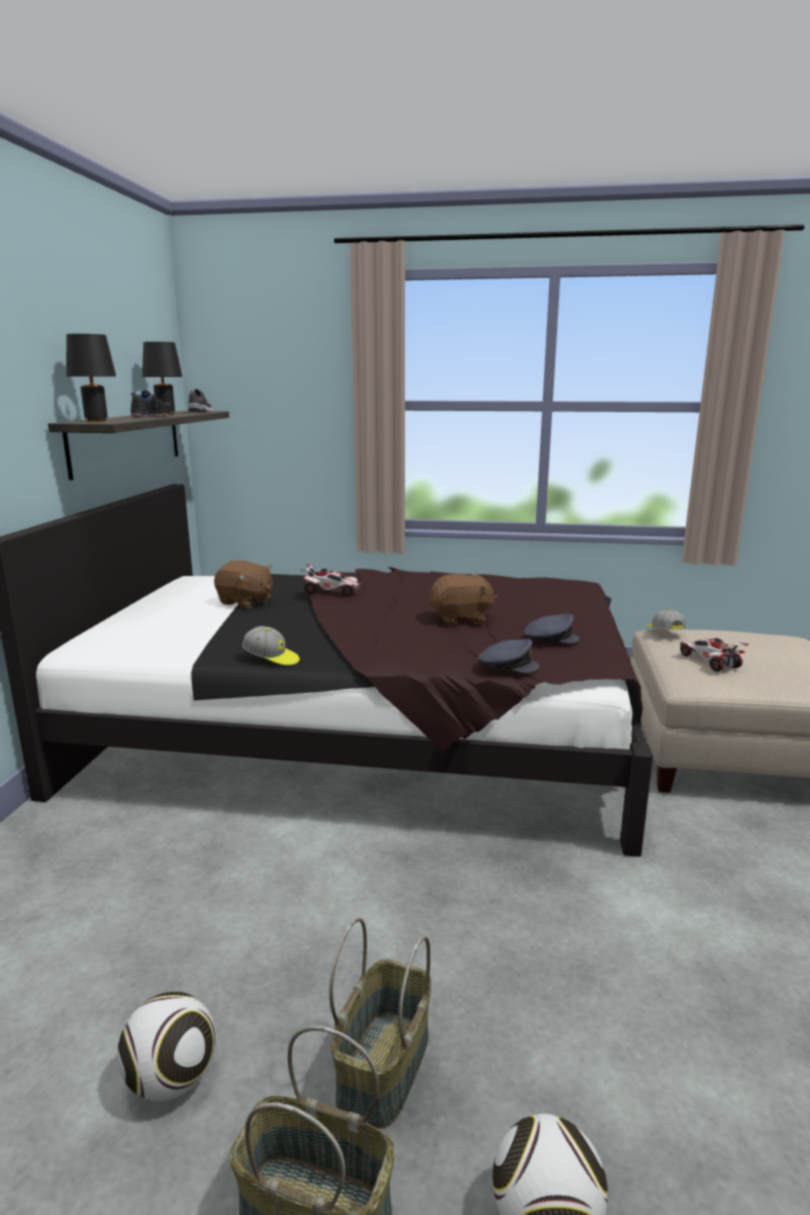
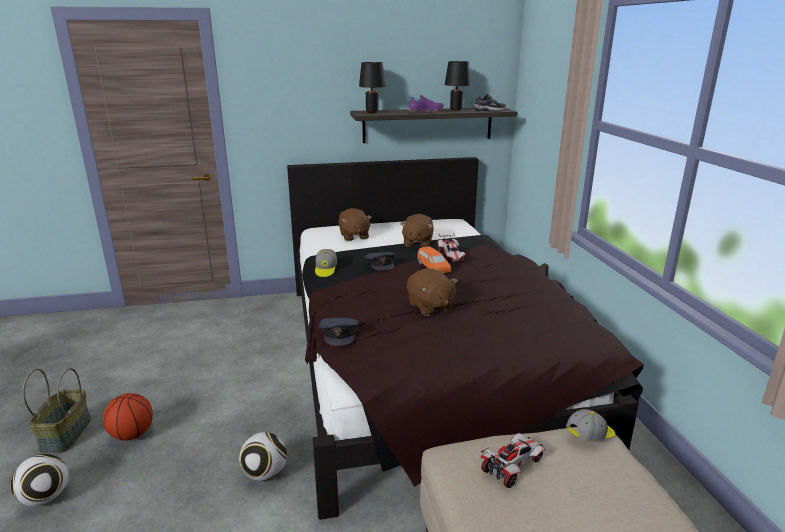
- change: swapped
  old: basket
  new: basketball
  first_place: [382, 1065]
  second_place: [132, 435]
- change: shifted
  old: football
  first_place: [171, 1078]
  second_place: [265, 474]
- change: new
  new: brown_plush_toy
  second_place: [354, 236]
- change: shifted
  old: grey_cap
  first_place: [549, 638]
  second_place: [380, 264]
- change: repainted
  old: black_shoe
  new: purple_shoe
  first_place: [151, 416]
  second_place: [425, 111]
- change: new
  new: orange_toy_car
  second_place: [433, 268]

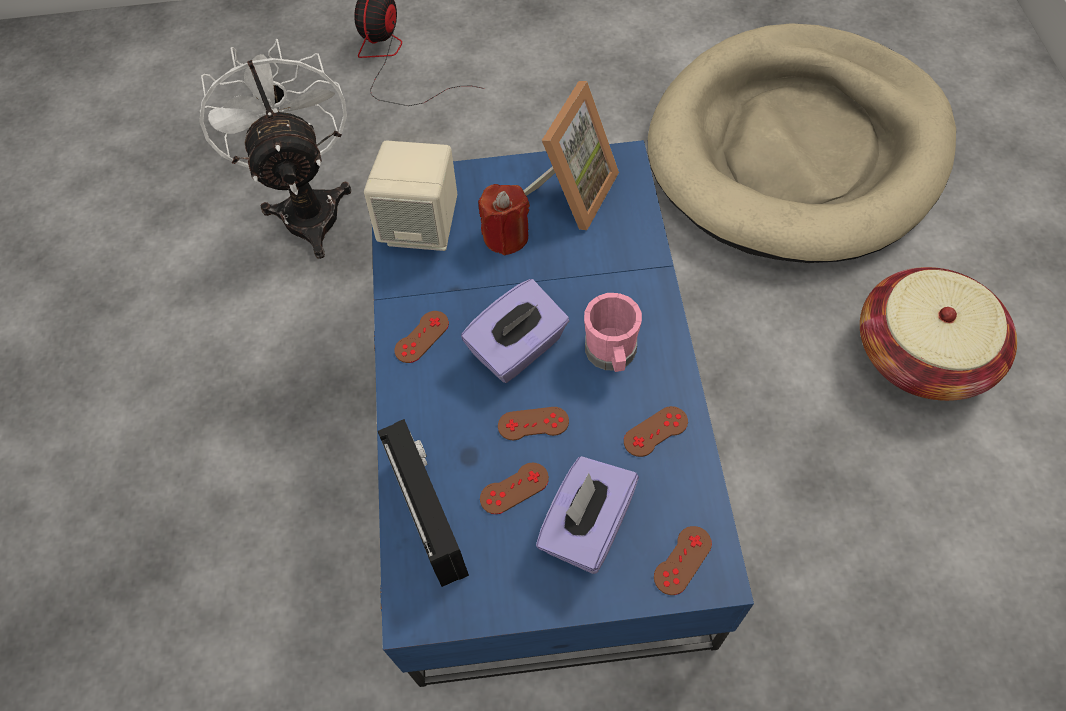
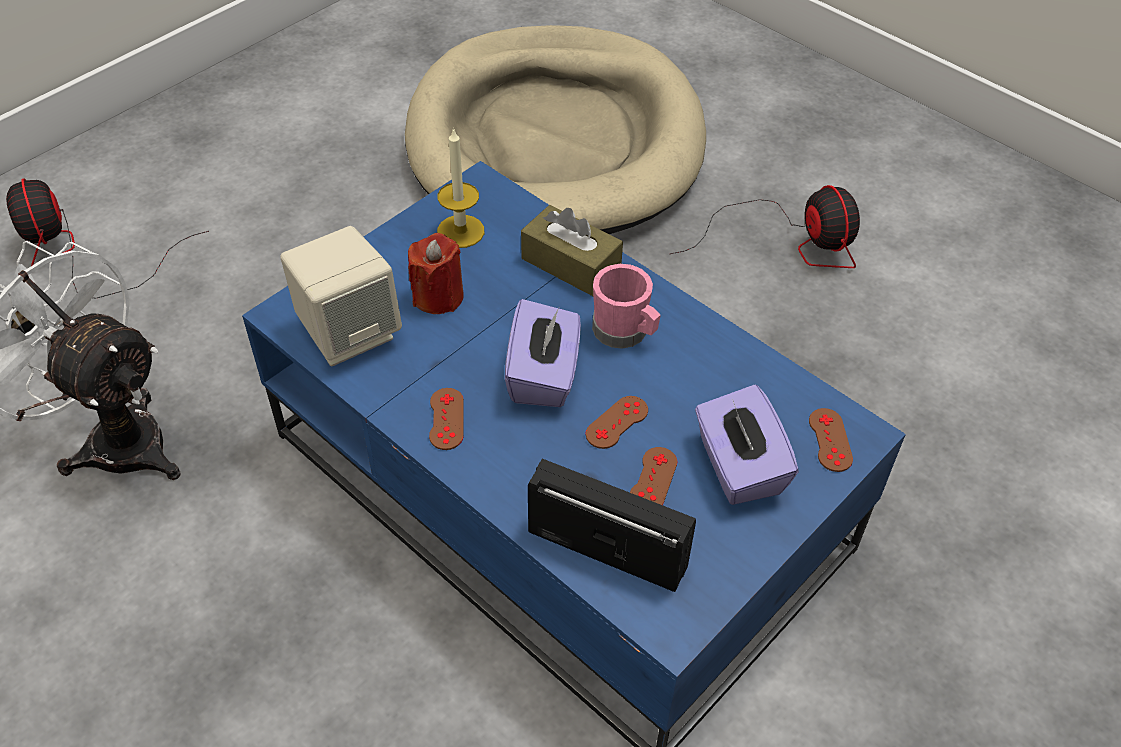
- change: swapped
  old: picture_frame
  new: candle
  first_place: [571, 192]
  second_place: [460, 231]
- change: new
  new: brown_tissue_box
  second_place: [571, 264]
- change: swapped
  old: basket
  new: fan
  first_place: [920, 355]
  second_place: [790, 241]
- change: gone
  old: brown_game_controller
  first_place: [655, 431]

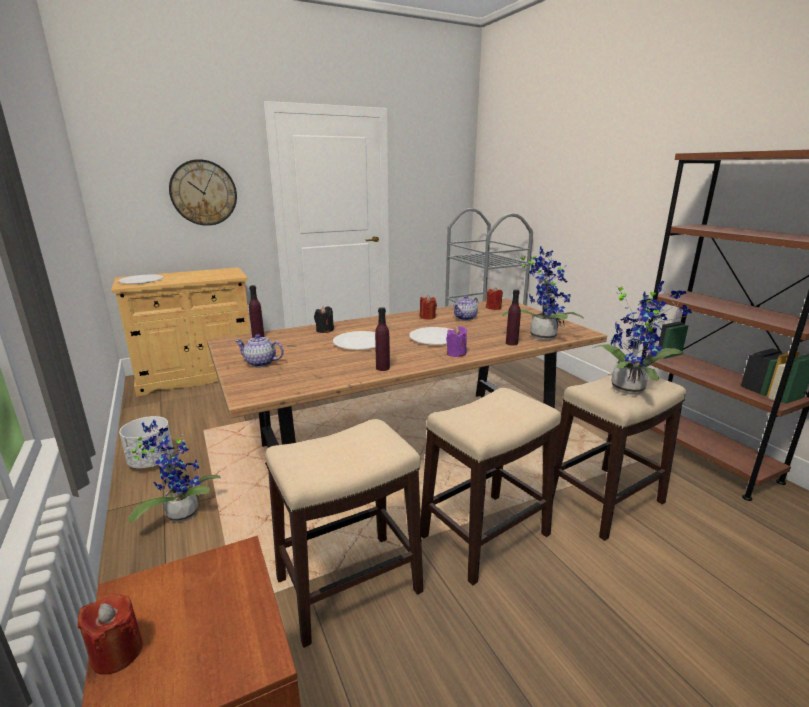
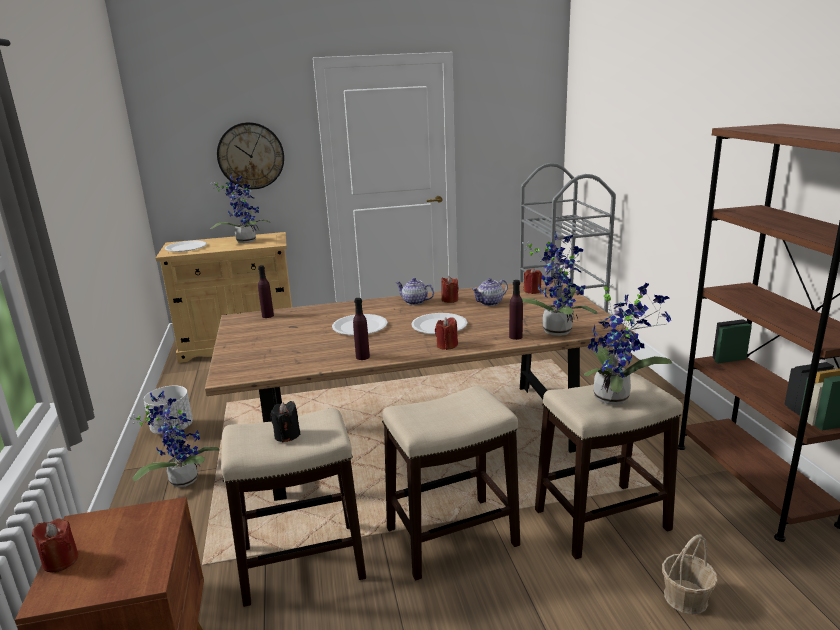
- change: new
  new: potted_plant
  second_place: [245, 240]
- change: shifted
  old: black_candle
  first_place: [324, 330]
  second_place: [287, 435]
- change: shifted
  old: teapot
  first_place: [260, 363]
  second_place: [414, 302]
- change: repainted
  old: purple_candle
  new: red_candle
  first_place: [456, 353]
  second_place: [447, 345]
- change: new
  new: basket
  second_place: [686, 598]

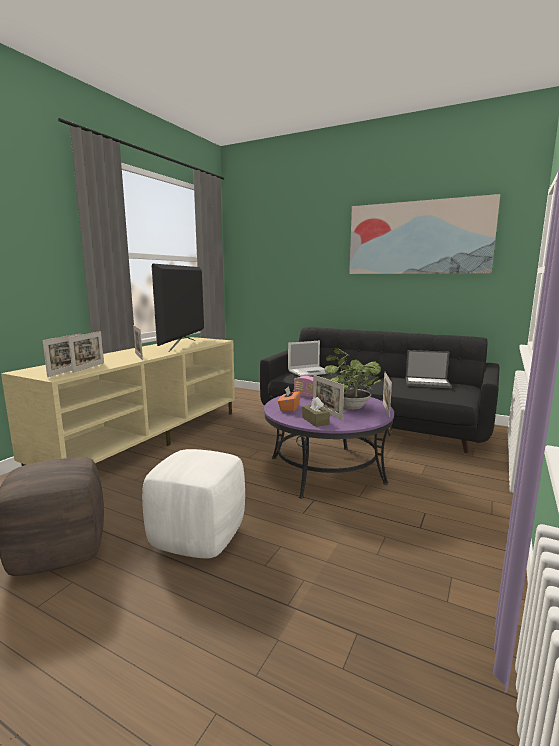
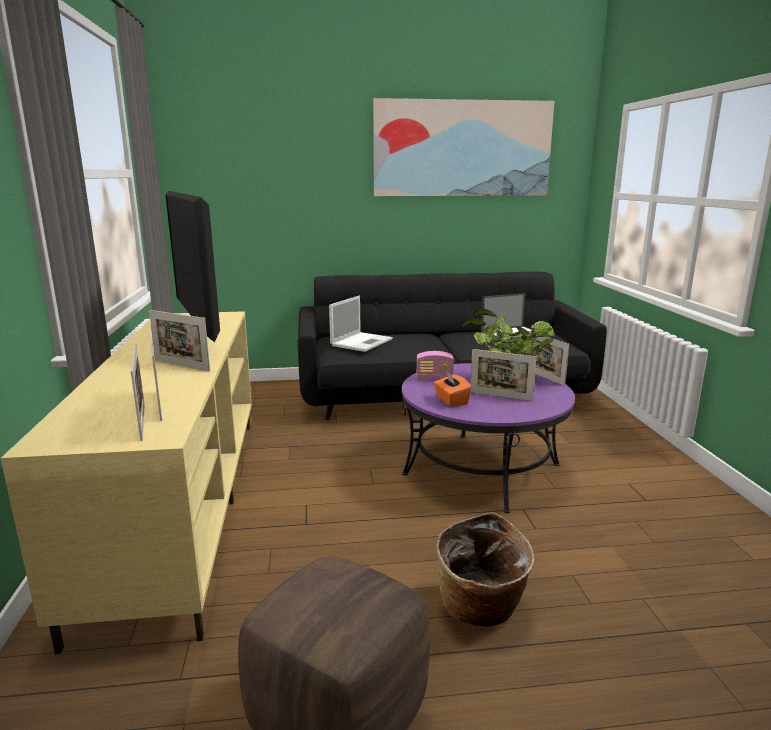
- change: swapped
  old: white_ottoman
  new: basket
  first_place: [198, 538]
  second_place: [481, 609]
- change: gone
  old: brown_tissue_box
  first_place: [315, 421]

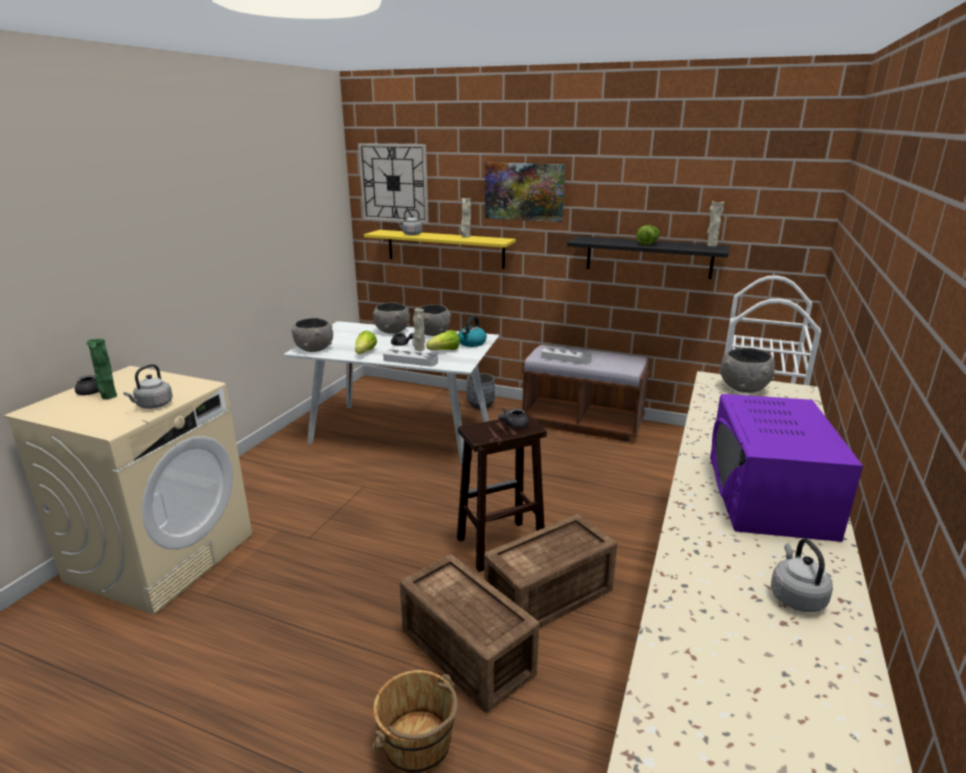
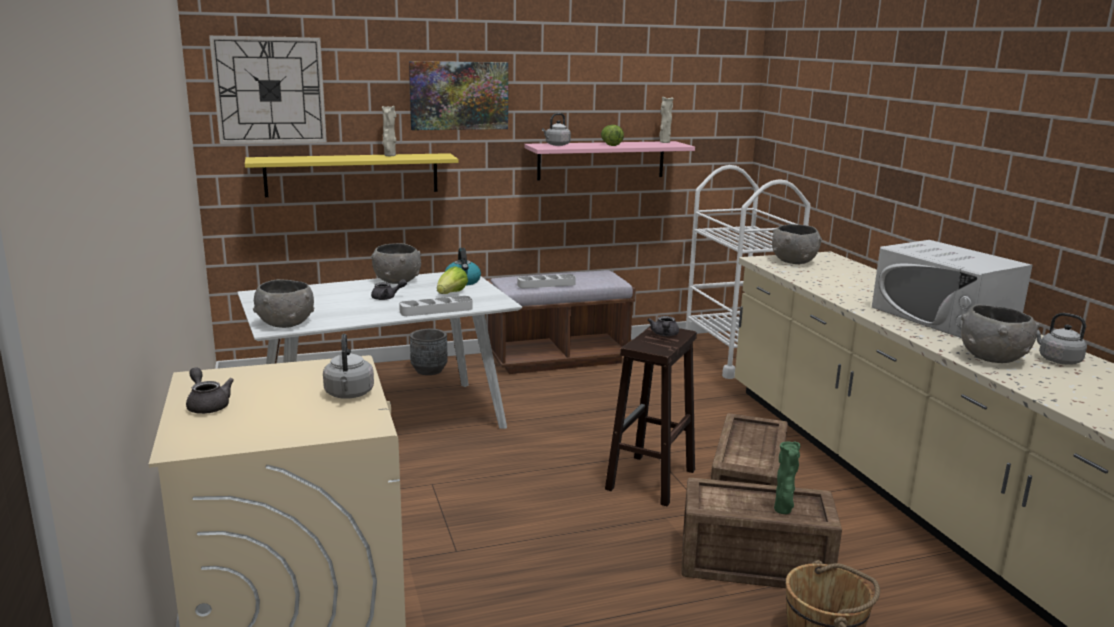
- change: repainted
  old: black_shelf
  new: pink_shelf
  first_place: [648, 257]
  second_place: [601, 160]
- change: shifted
  old: grey_kettle
  first_place: [411, 234]
  second_place: [556, 145]
- change: shifted
  old: green_vase
  first_place: [108, 397]
  second_place: [783, 511]
- change: repainted
  old: purple_microwave
  new: white_microwave
  first_place: [768, 495]
  second_place: [943, 318]
- change: shifted
  old: grey_bowl
  first_place: [392, 331]
  second_place: [993, 358]
- change: gone
  old: lettuce
  first_place: [365, 352]
- change: gone
  old: beige_vase
  first_place: [419, 349]

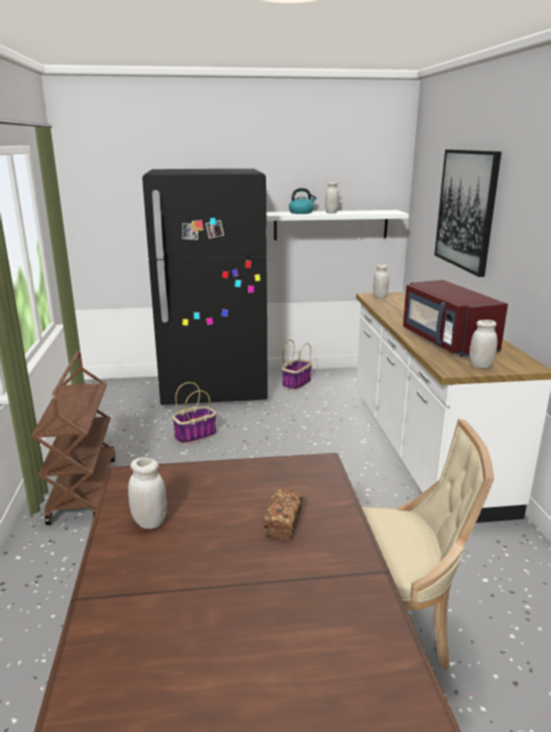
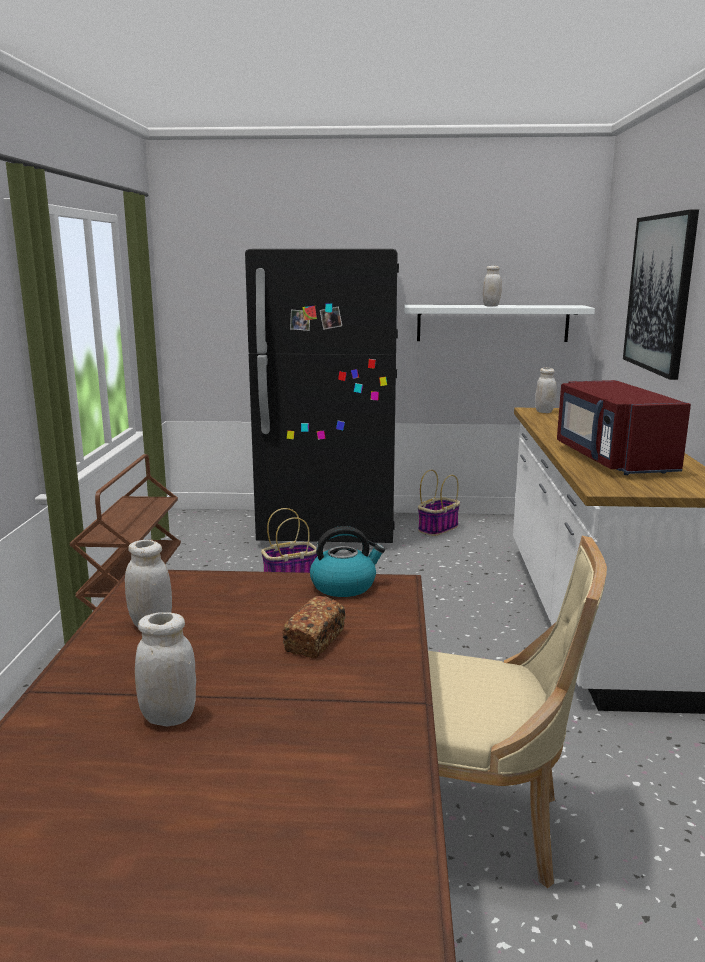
- change: shifted
  old: white_jar
  first_place: [480, 366]
  second_place: [169, 717]
- change: shifted
  old: kettle
  first_place: [301, 212]
  second_place: [344, 586]

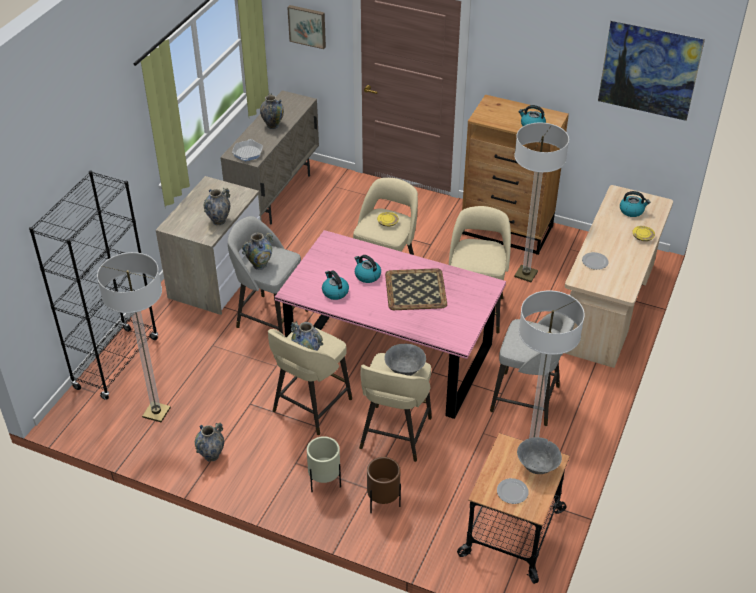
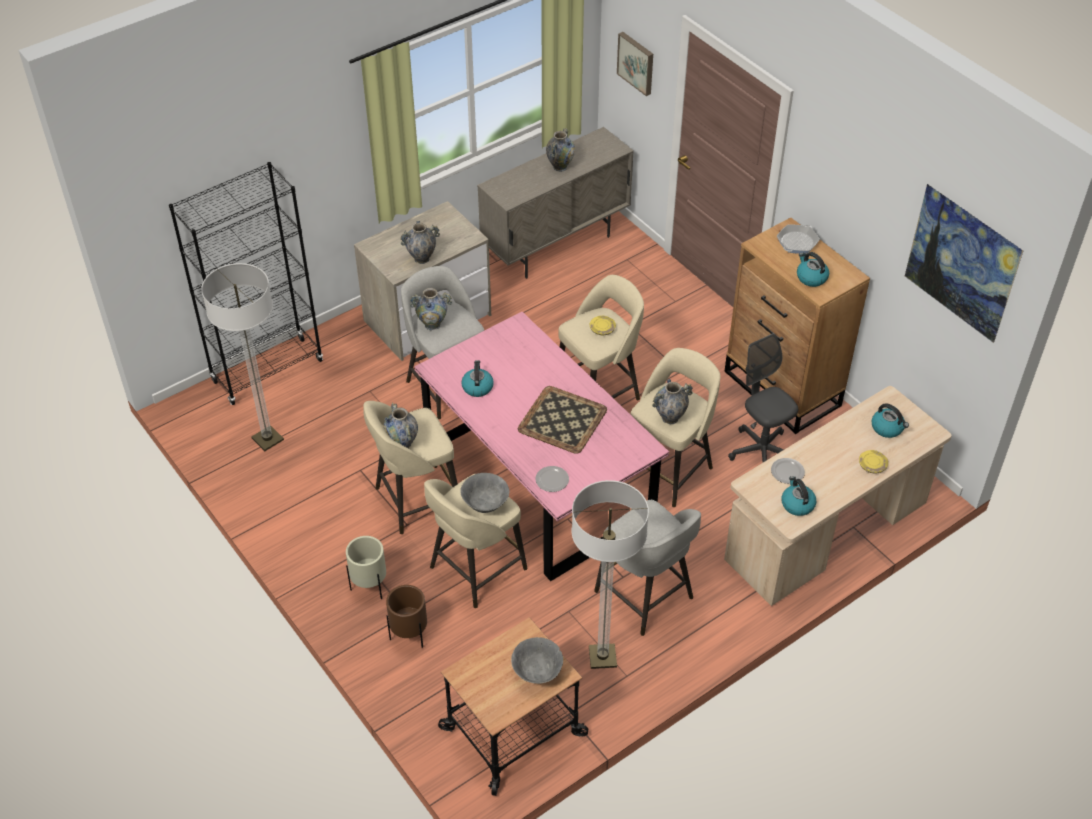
- change: shifted
  old: plate
  first_place: [511, 492]
  second_place: [551, 479]
- change: shifted
  old: vase
  first_place: [211, 456]
  second_place: [670, 418]
- change: swapped
  old: floor_lamp
  new: grey_office_chair
  first_place: [526, 274]
  second_place: [761, 452]
- change: shifted
  old: frying_pan
  first_place: [247, 153]
  second_place: [797, 242]
- change: shifted
  old: kettle
  first_place: [367, 275]
  second_place: [797, 504]

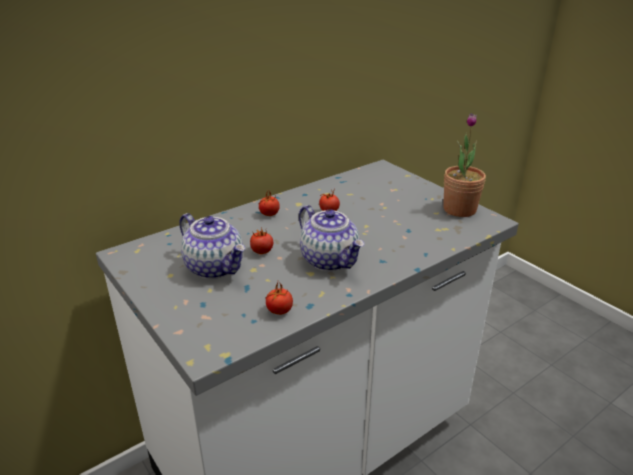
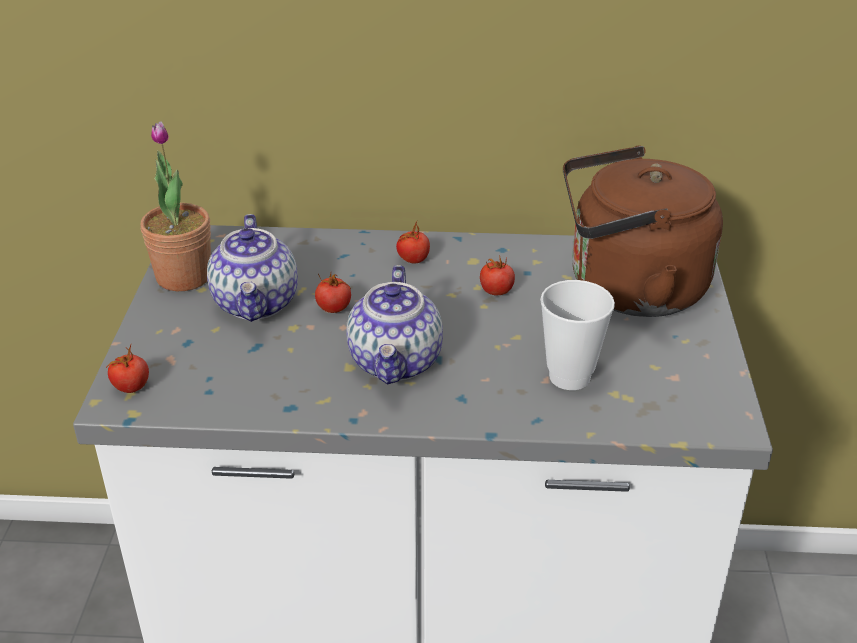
- change: shifted
  old: tomato
  first_place: [279, 311]
  second_place: [131, 387]
- change: shifted
  old: potted_plant
  first_place: [459, 209]
  second_place: [184, 277]
- change: new
  new: cup
  second_place: [569, 377]
- change: new
  new: brown_kettle
  second_place: [628, 290]

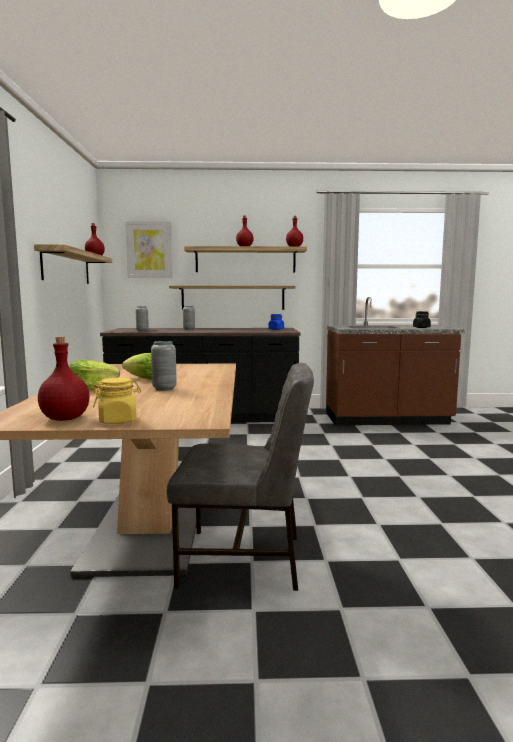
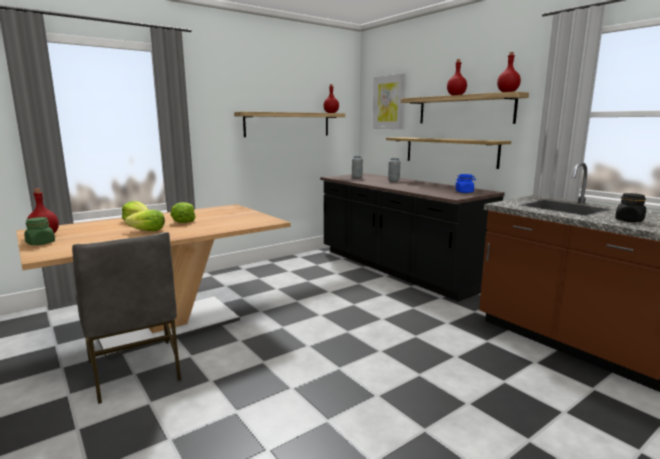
- change: repainted
  old: yellow_jar
  new: green_jar
  first_place: [118, 420]
  second_place: [41, 243]
- change: swapped
  old: grey_vase
  new: lettuce
  first_place: [164, 389]
  second_place: [148, 231]

